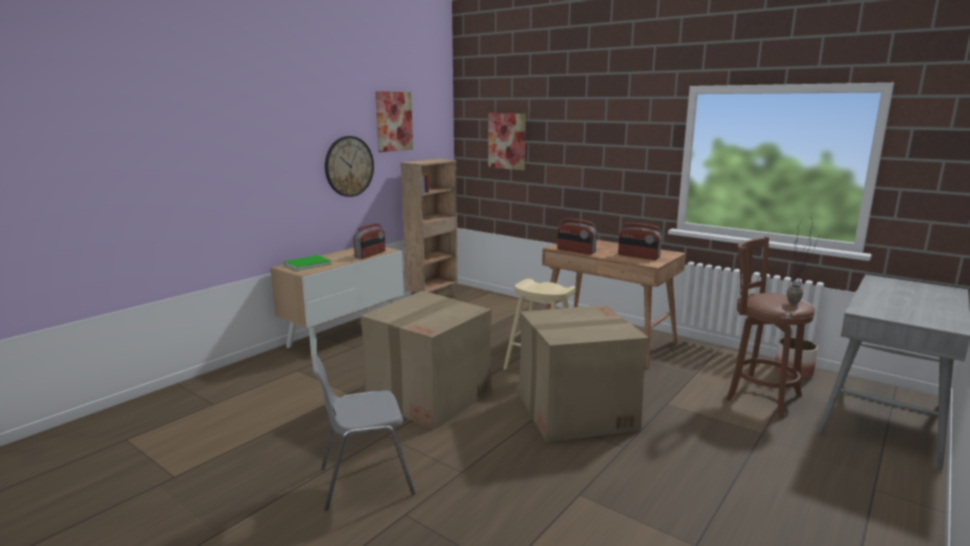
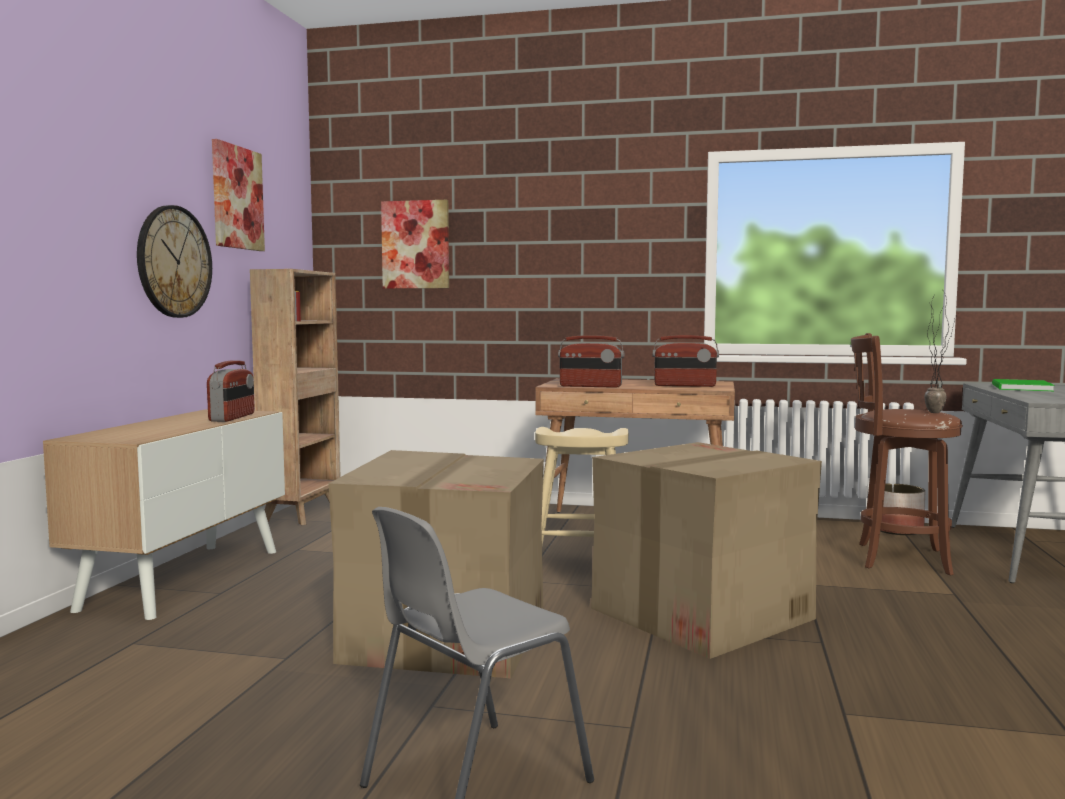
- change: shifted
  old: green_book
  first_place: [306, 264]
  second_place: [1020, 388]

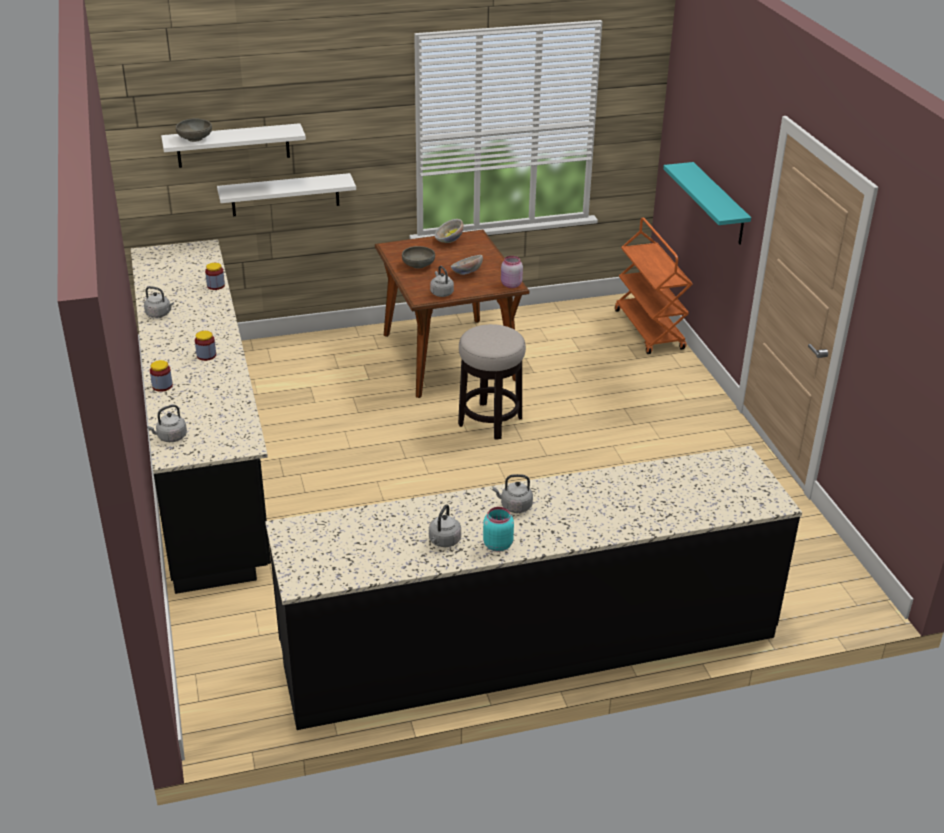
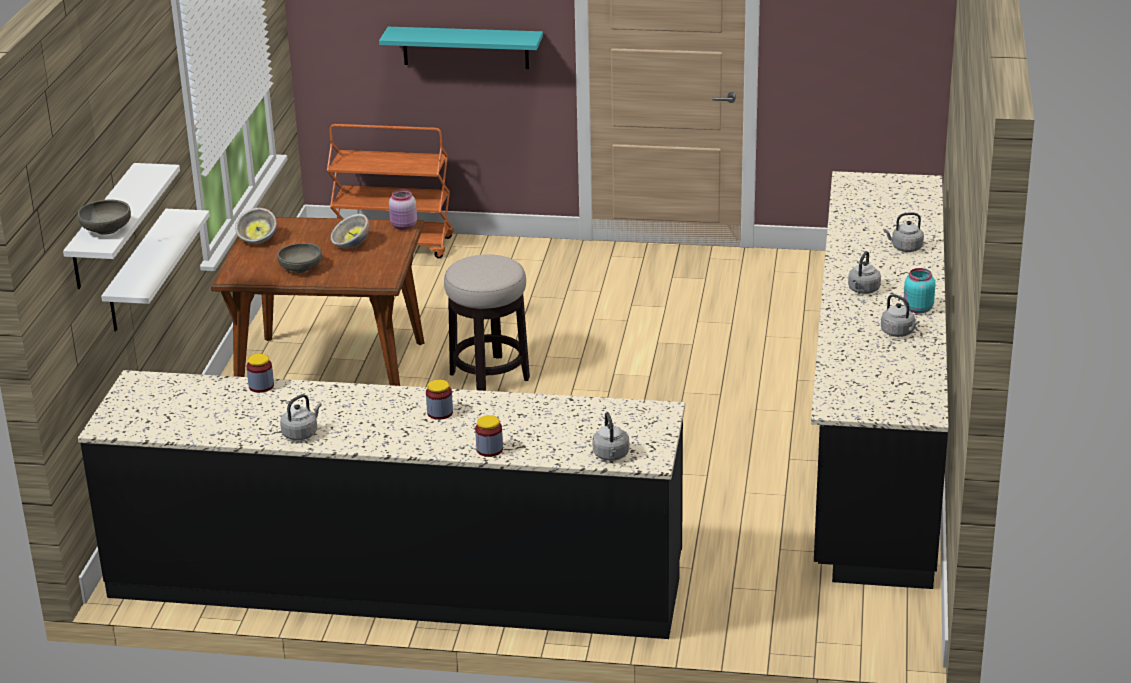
- change: shifted
  old: grey_kettle
  first_place: [441, 293]
  second_place: [905, 248]

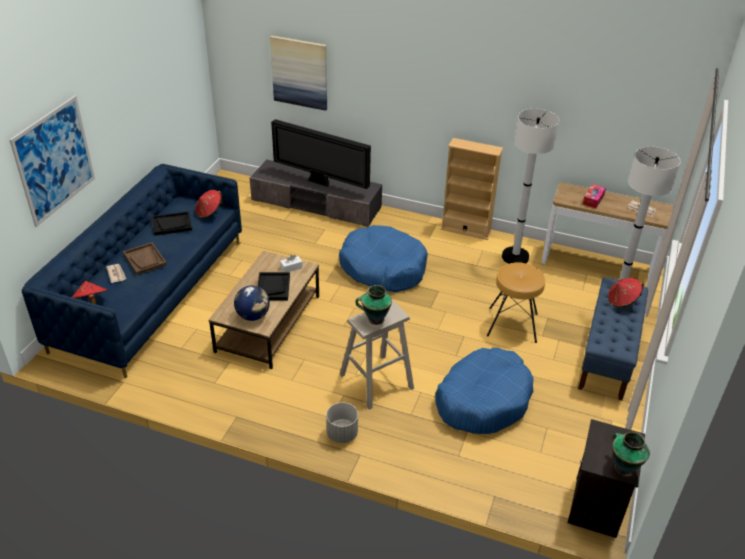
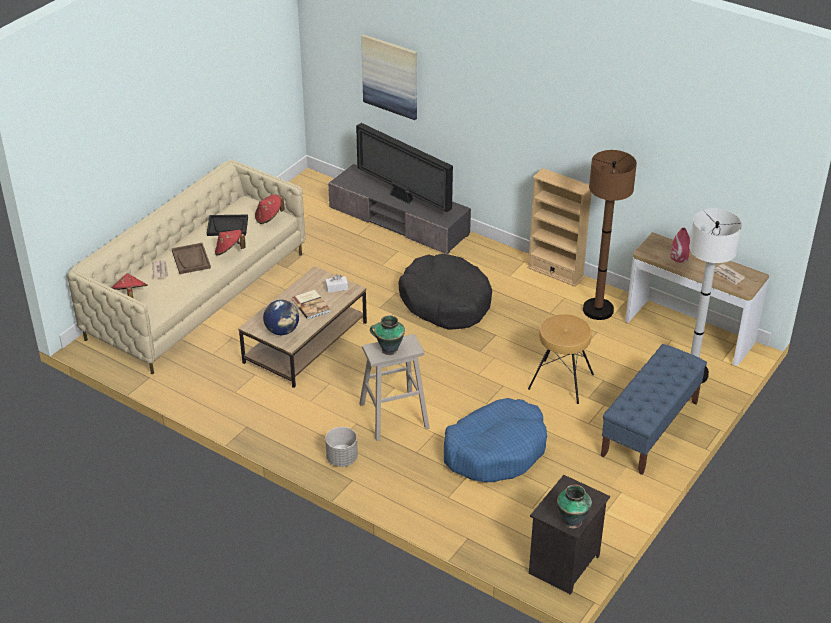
- change: repainted
  old: blue_sofa
  new: beige_sofa
  first_place: [151, 293]
  second_place: [197, 295]
- change: shifted
  old: red_hat
  first_place: [622, 301]
  second_place: [229, 251]
- change: swapped
  old: black_tray
  new: book
  first_place: [273, 287]
  second_place: [311, 305]
- change: repainted
  old: blue_dog_bed
  new: black_dog_bed
  first_place: [383, 268]
  second_place: [445, 302]
- change: repainted
  old: white_floor_lamp
  new: brown_floor_lamp
  first_place: [515, 257]
  second_place: [598, 310]
- change: swapped
  old: tissue_box
  new: red_vase
  first_place: [593, 200]
  second_place: [679, 257]
- change: gone
  old: picture
  first_place: [54, 160]

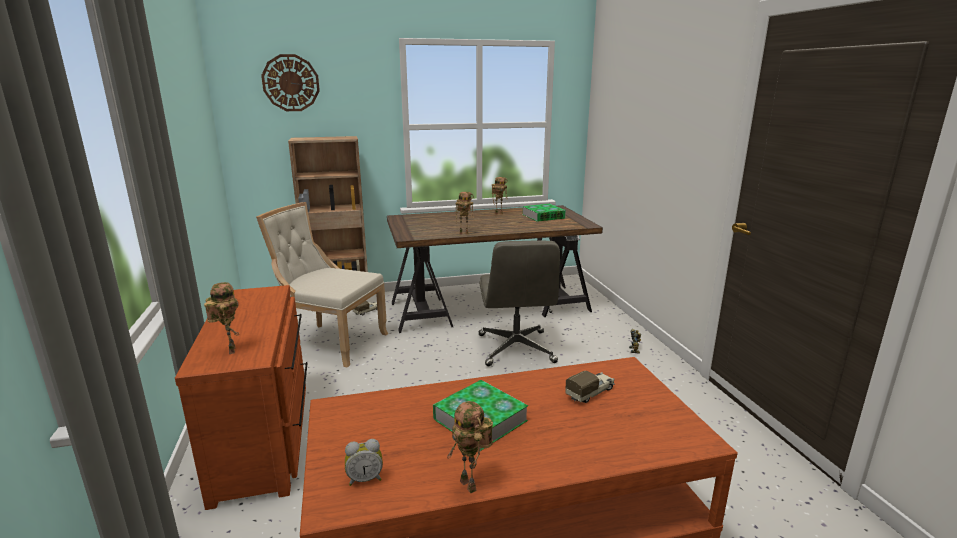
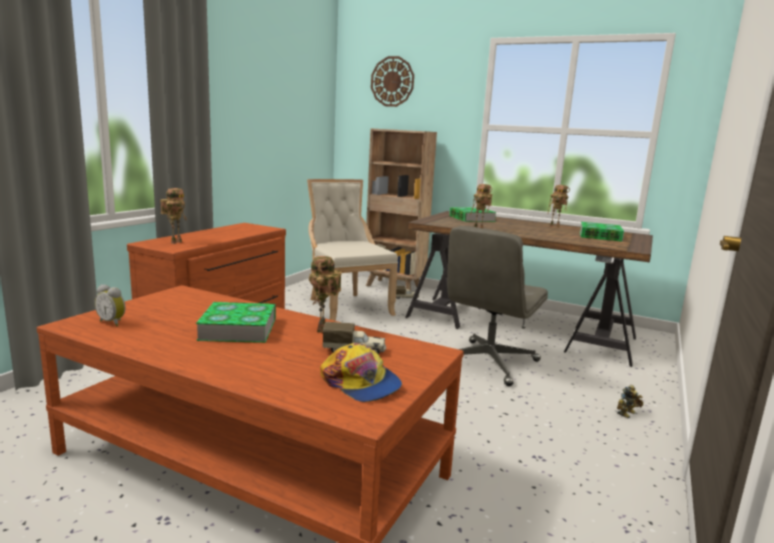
- change: shifted
  old: toy_robot
  first_place: [471, 485]
  second_place: [323, 330]
- change: new
  new: cap
  second_place: [360, 383]
- change: new
  new: book
  second_place: [471, 218]

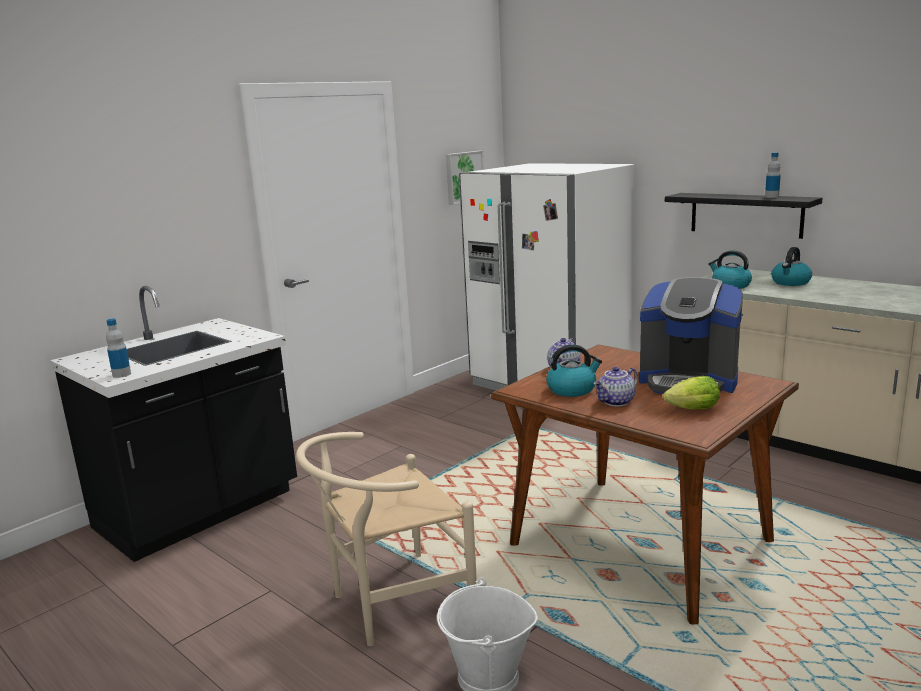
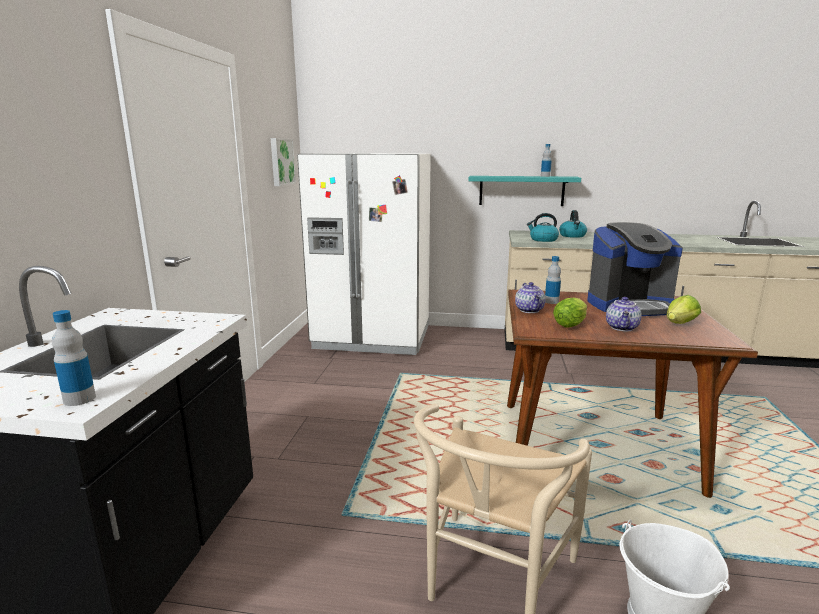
- change: repainted
  old: black_shelf
  new: turquoise_shelf
  first_place: [745, 214]
  second_place: [521, 190]
- change: new
  new: bottle
  second_place: [551, 301]
- change: swapped
  old: kettle
  new: lettuce
  first_place: [572, 389]
  second_place: [571, 324]

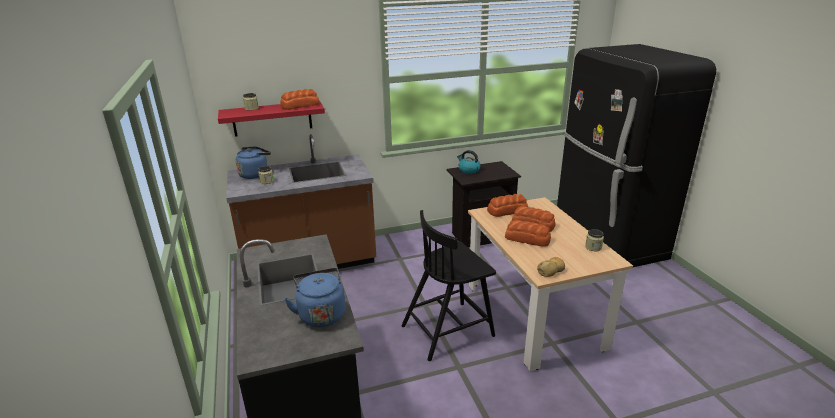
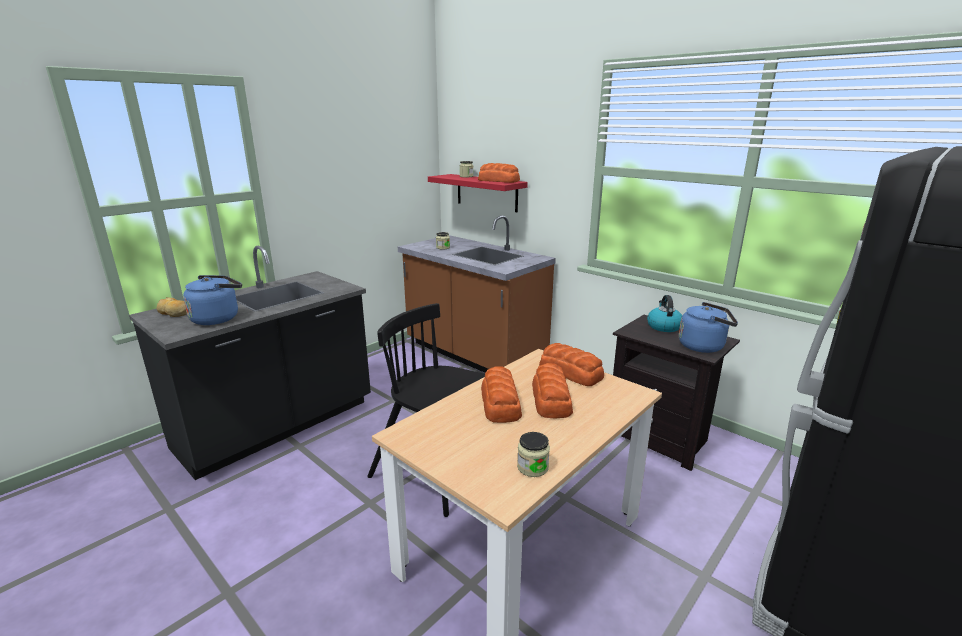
- change: shifted
  old: bread
  first_place: [551, 270]
  second_place: [174, 313]
- change: shifted
  old: blue_kettle
  first_place: [255, 174]
  second_place: [704, 346]

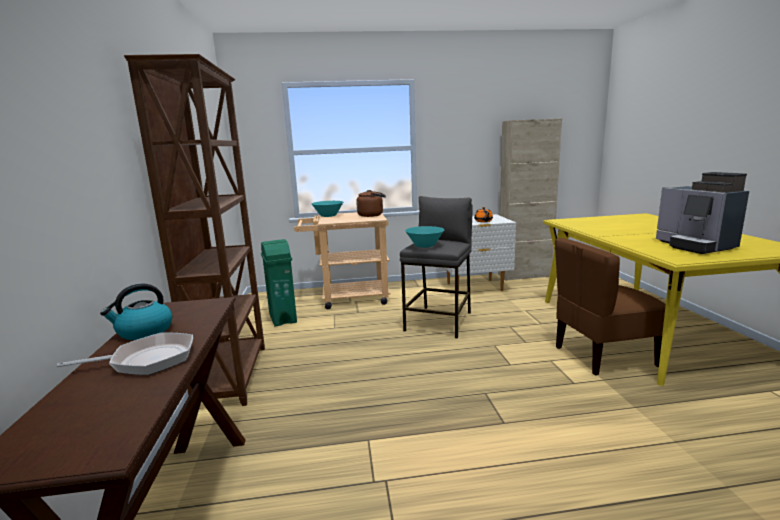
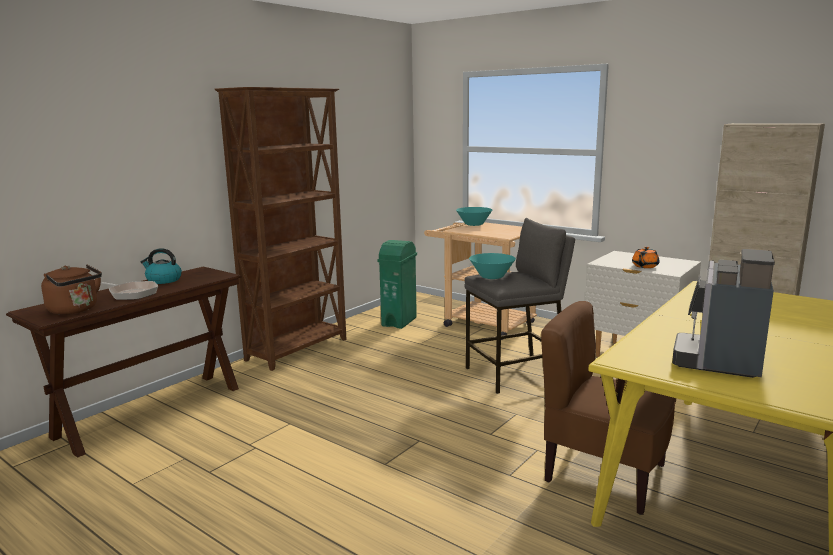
- change: shifted
  old: brown_kettle
  first_place: [372, 215]
  second_place: [75, 310]

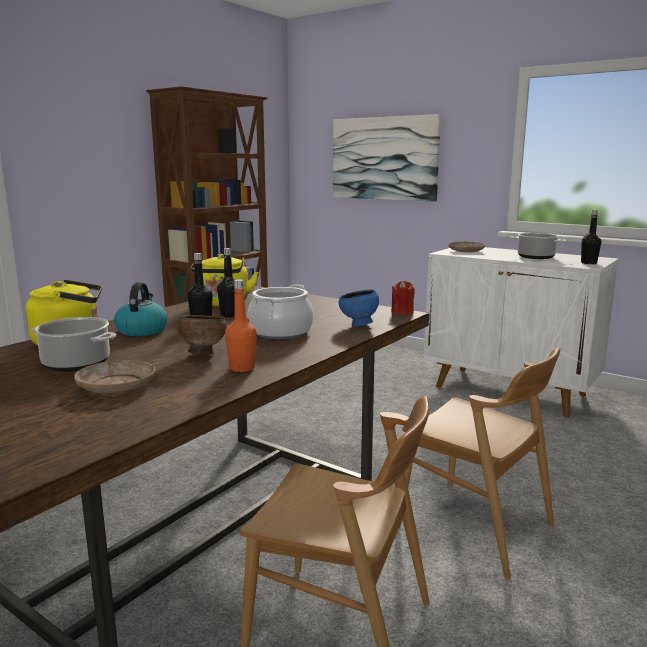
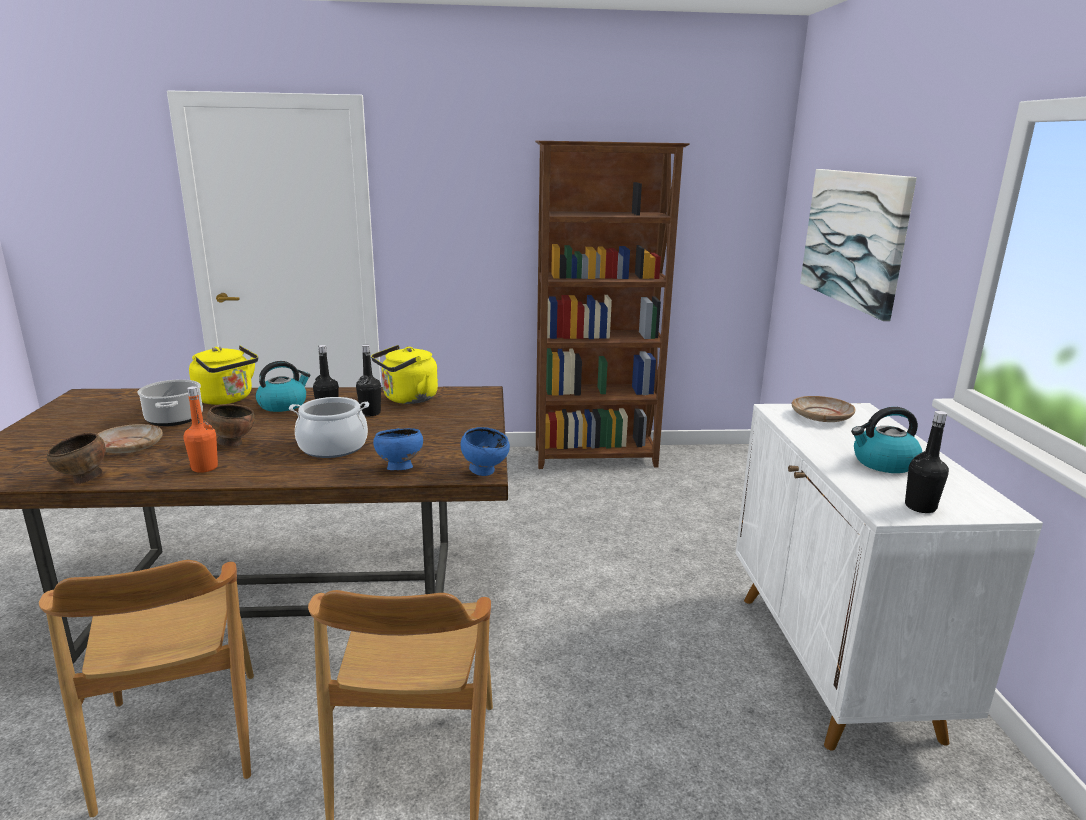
- change: new
  new: brown_bowl
  second_place: [83, 480]
- change: swapped
  old: red_candle
  new: blue_bowl
  first_place: [402, 312]
  second_place: [485, 472]
- change: swapped
  old: cooking_pot
  new: kettle
  first_place: [536, 257]
  second_place: [883, 463]

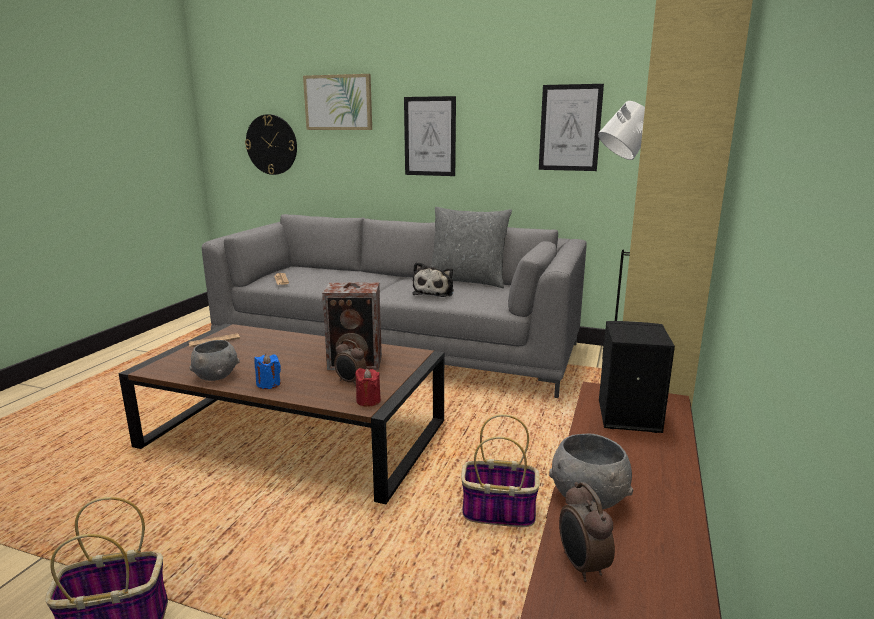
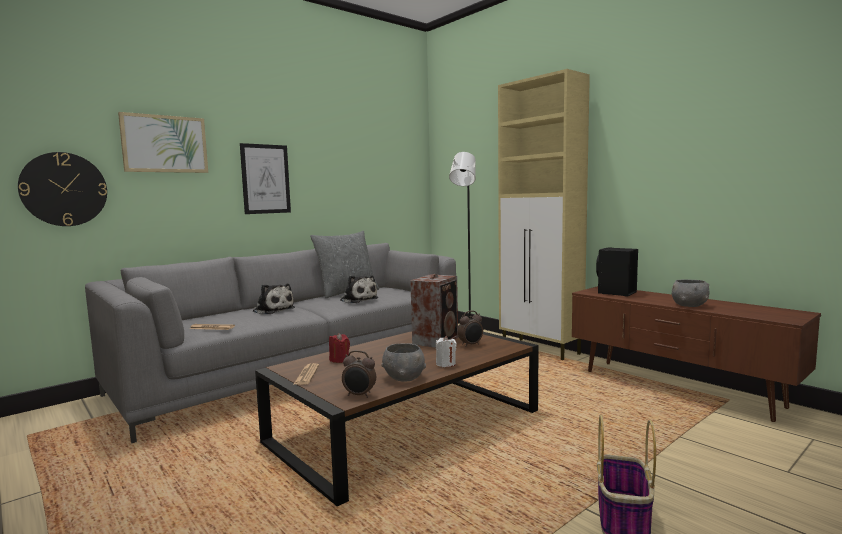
- change: new
  new: plush_toy
  second_place: [272, 310]
- change: shifted
  old: red_candle
  first_place: [368, 401]
  second_place: [339, 360]
- change: shifted
  old: alarm_clock
  first_place: [581, 566]
  second_place: [359, 395]
- change: repainted
  old: blue_candle
  new: white_candle
  first_place: [268, 384]
  second_place: [445, 364]
- change: gone
  old: basket
  first_place: [497, 512]
- change: gone
  old: picture
  first_place: [570, 128]

